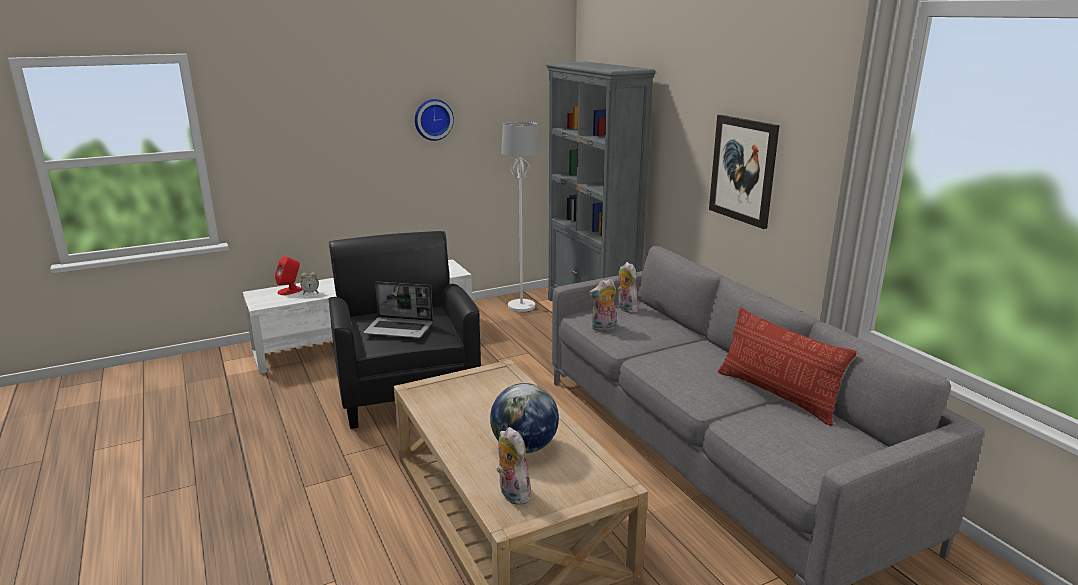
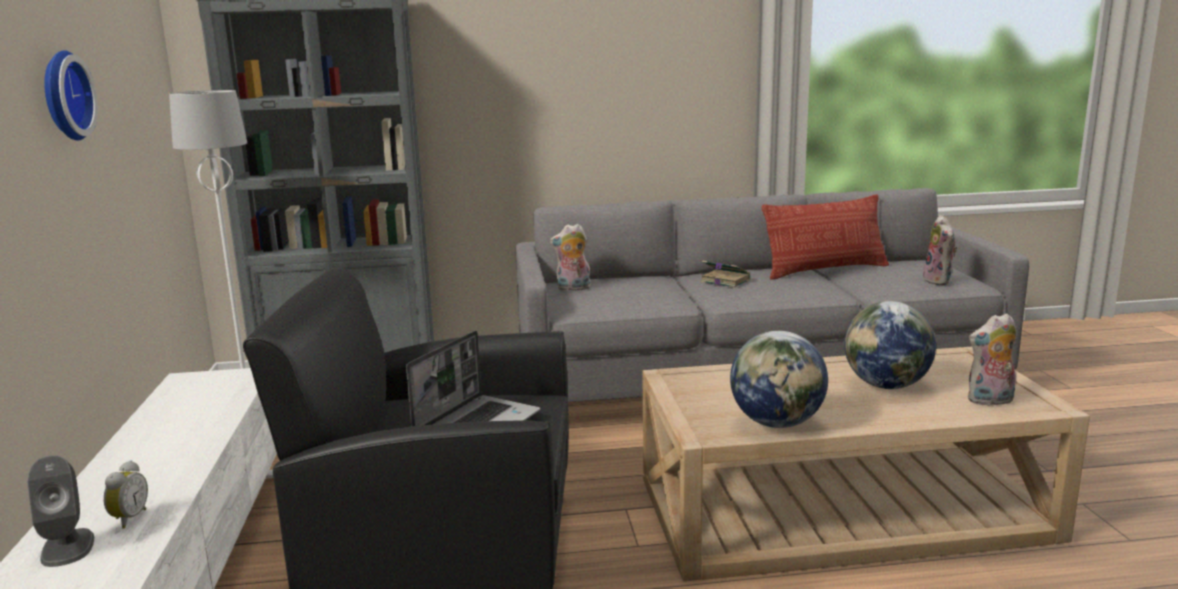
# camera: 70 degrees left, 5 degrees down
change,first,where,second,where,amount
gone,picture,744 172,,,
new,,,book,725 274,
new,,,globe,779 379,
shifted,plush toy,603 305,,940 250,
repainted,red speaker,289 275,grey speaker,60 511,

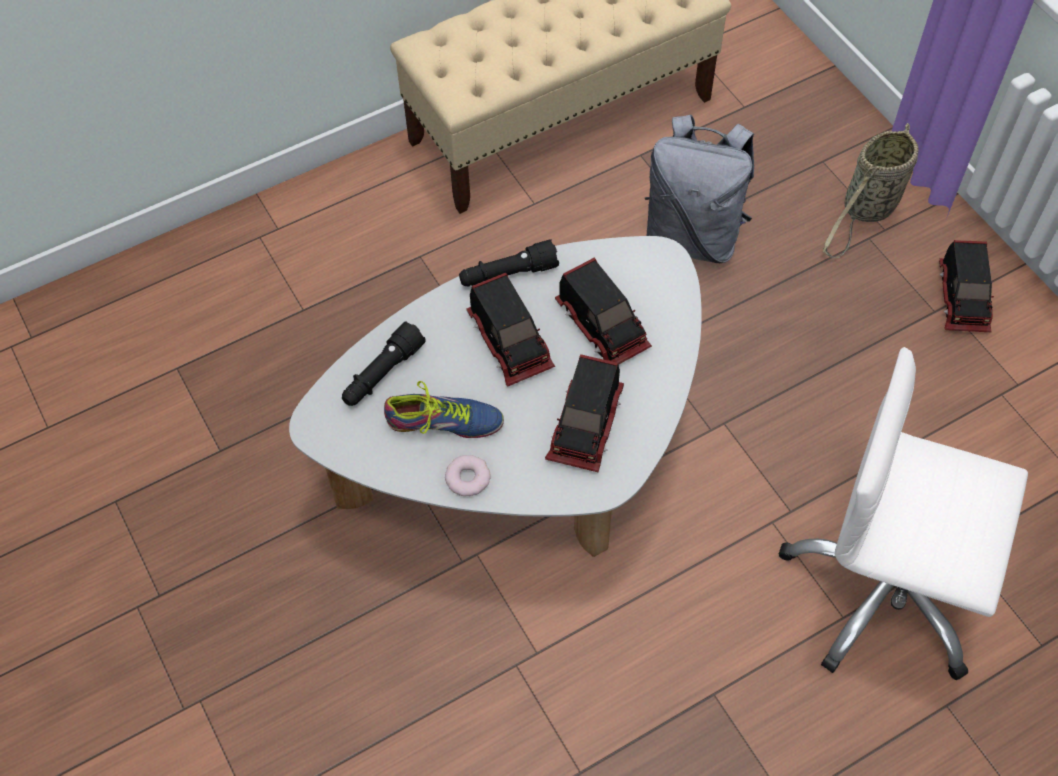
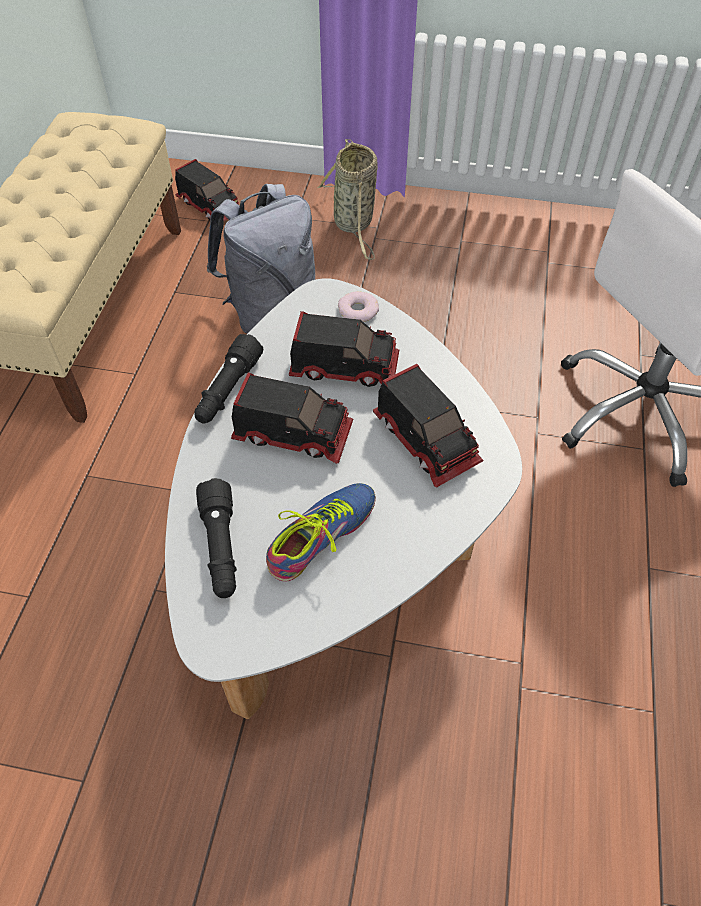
# camera: 50 degrees left, 5 degrees down
change,first,where,second,where,amount
shifted,donut,468 475,,358 306,
shifted,toy truck,966 286,,207 190,

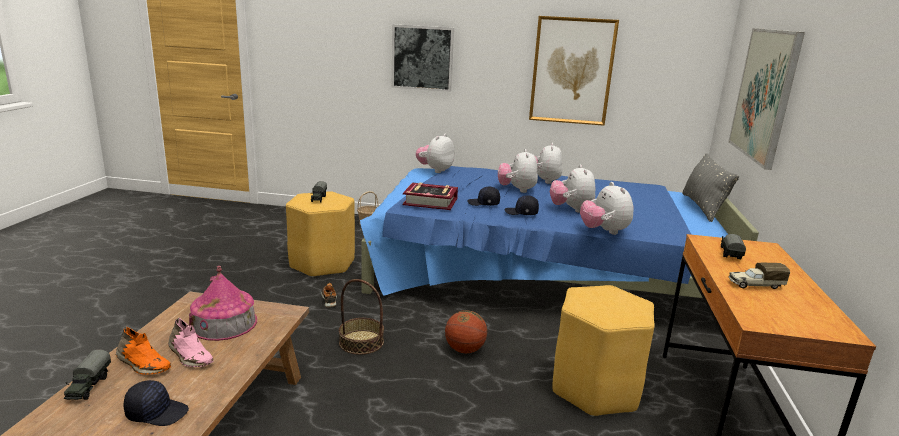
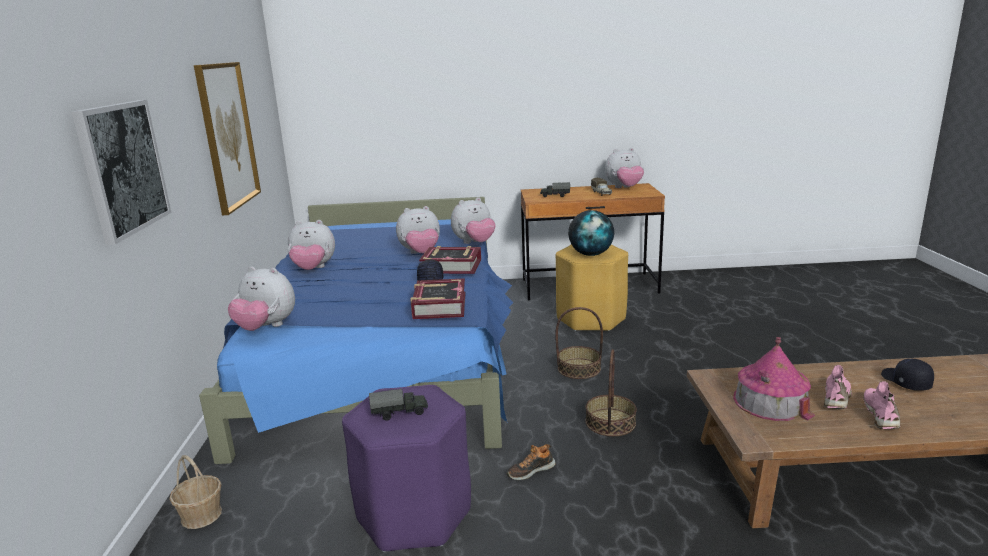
# camera: 100 degrees left, 0 degrees up
change,first,where,second,where,amount
gone,toy truck,87 375,,,
gone,grey pillow,710 187,,,
gone,picture,766 99,,,
new,,,globe,591 233,
shifted,plush toy,518 171,,624 168,
swapped,basketball,466 331,basket,579 343,
swapped,black cap,521 205,book,450 260,
repainted,orange shoe,143 351,pink shoe,882 405,
repainted,yellow stool,320 234,purple stool,406 468,

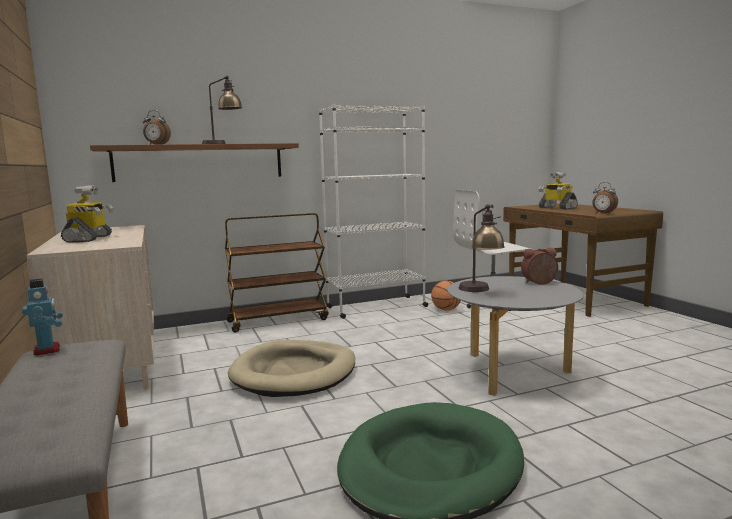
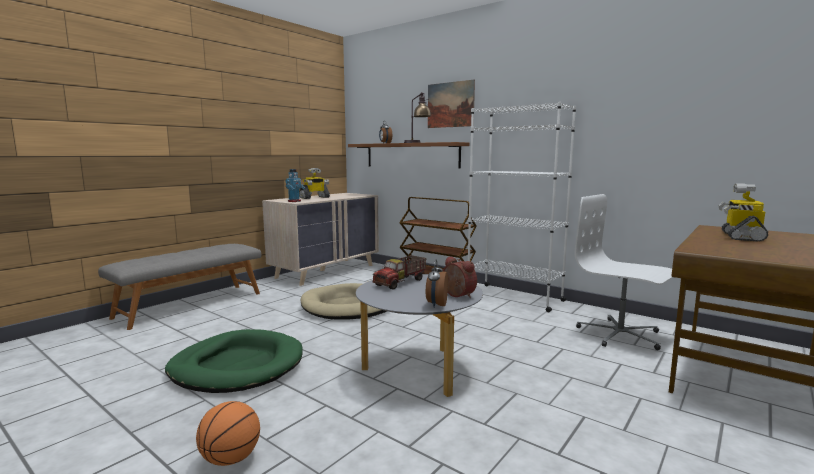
# camera: 60 degrees right, 0 degrees up
change,first,where,second,where,amount
new,,,picture,451 104,
shifted,toy robot,42 317,,296 185,
shifted,basketball,446 296,,228 433,
shifted,alarm clock,605 198,,437 283,
swapped,table lamp,482 248,toy truck,400 272,

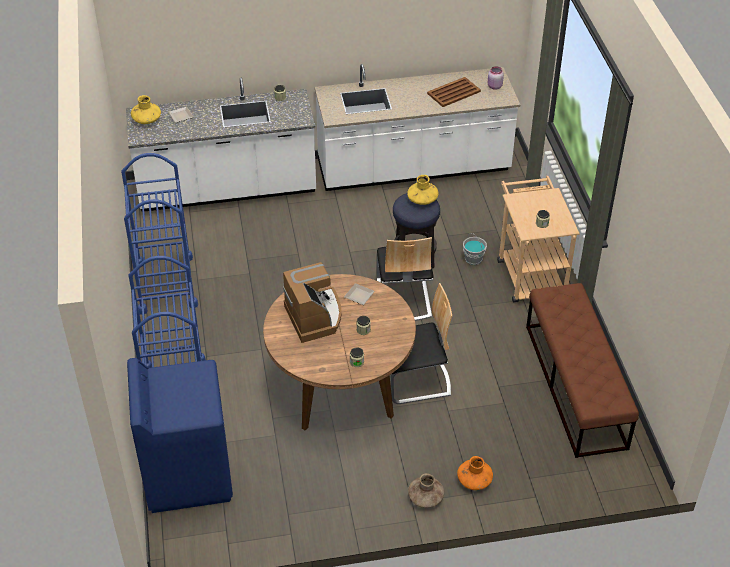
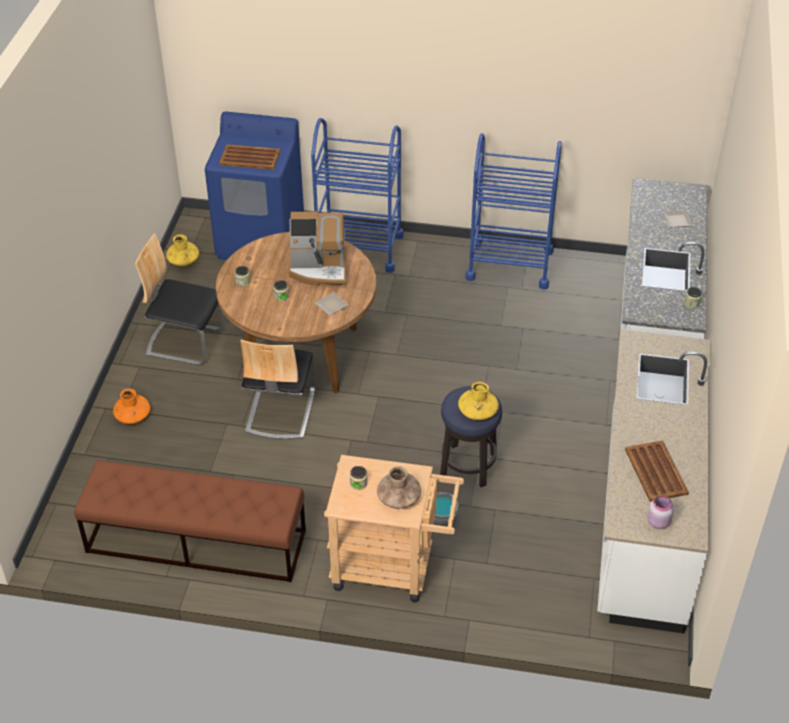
# camera: 110 degrees right, 0 degrees up
change,first,where,second,where,amount
new,,,brown tray,249 157,
shifted,yellow vase,146 109,,182 250,
shifted,chair,405 279,,180 299,
shifted,brown vase,426 490,,399 487,

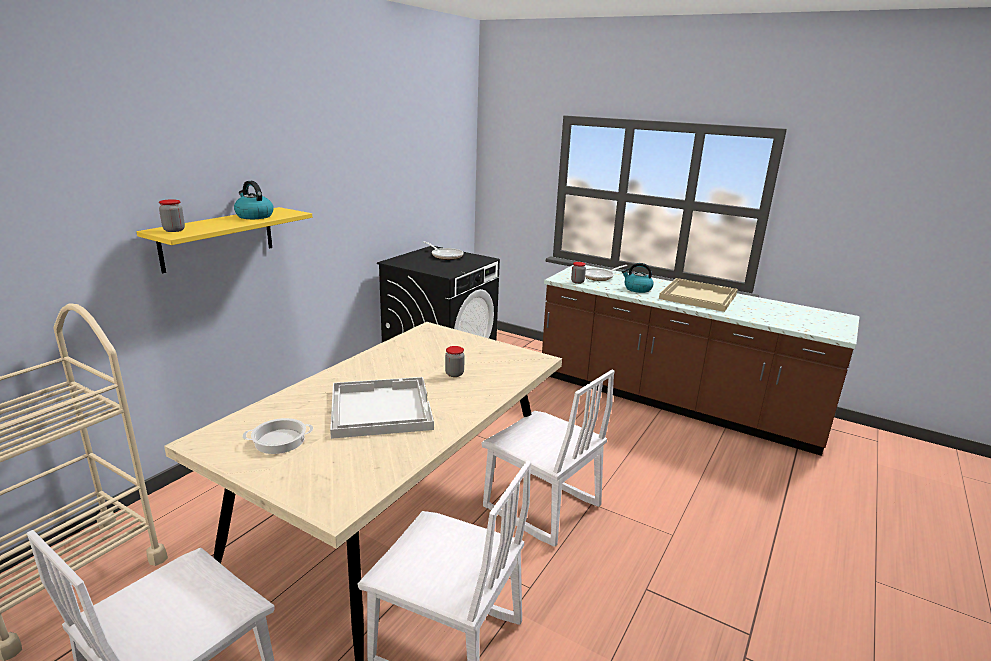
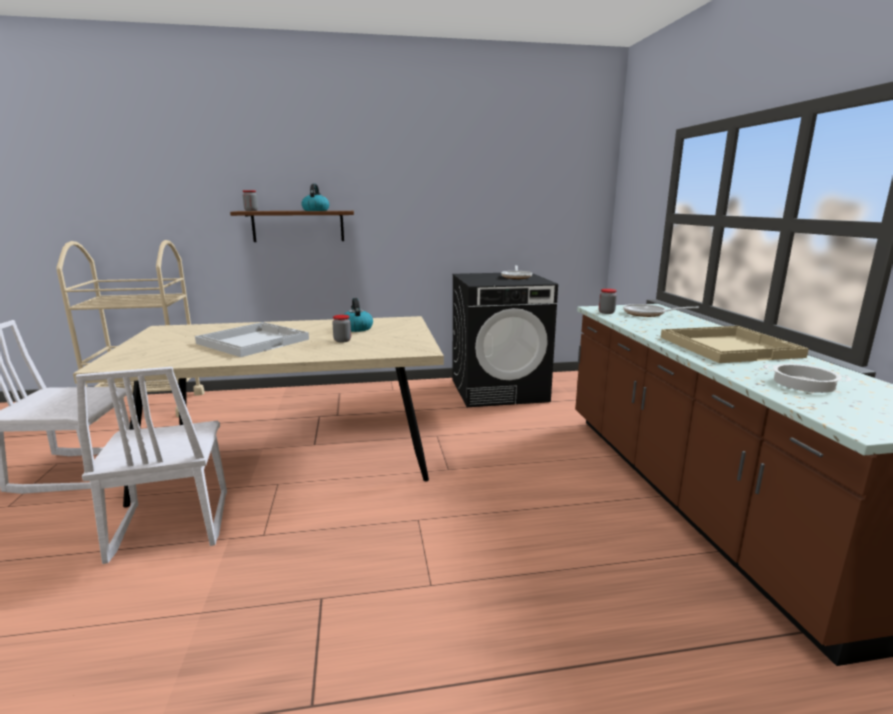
# camera: 50 degrees right, 5 degrees down
change,first,where,second,where,amount
gone,white chair,548 458,,,
shifted,cooking pot,278 436,,807 378,
shifted,kettle,638 278,,358 315,
repainted,yellow shelf,224 240,brown shelf,292 226,

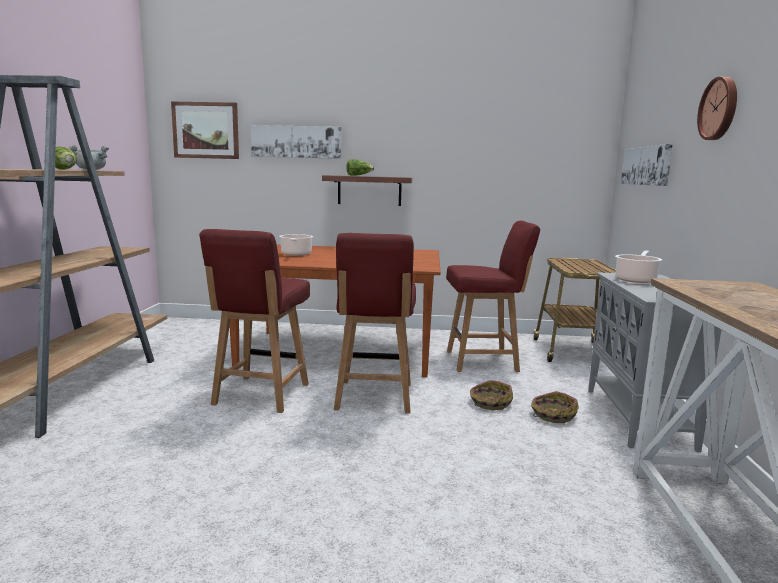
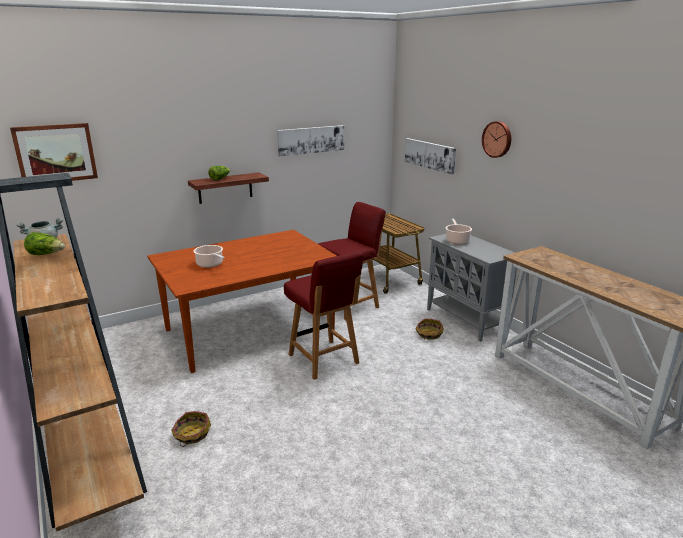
# camera: 35 degrees left, 10 degrees up
change,first,where,second,where,amount
gone,red chair,254 321,,,
shifted,picture,296 142,,310 140,
shifted,basket,491 395,,191 429,

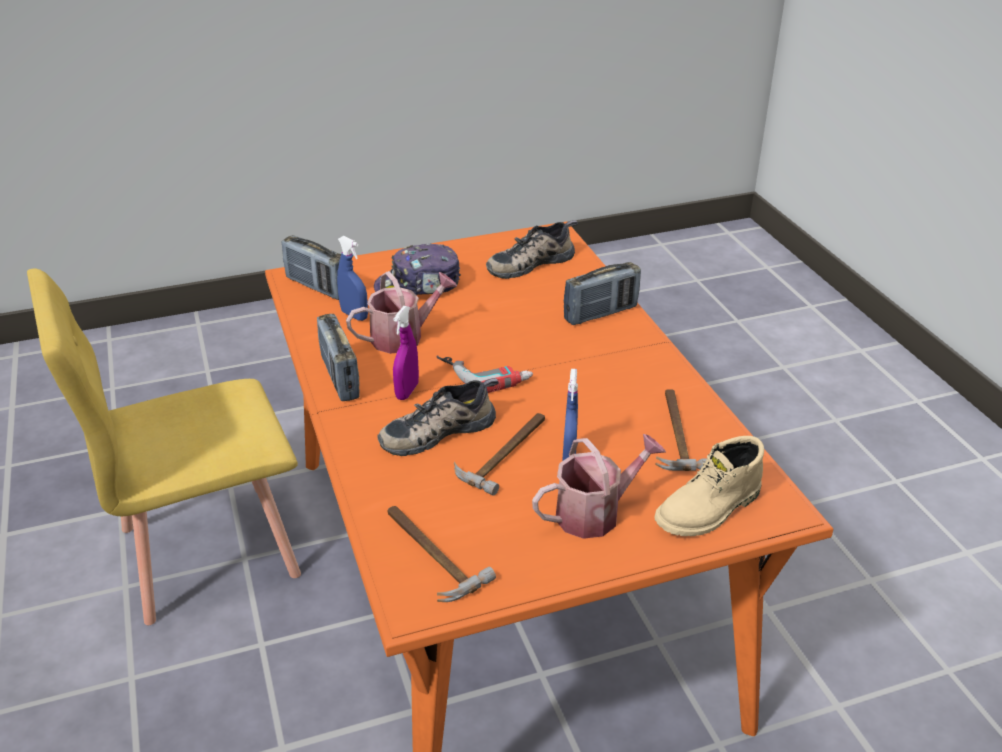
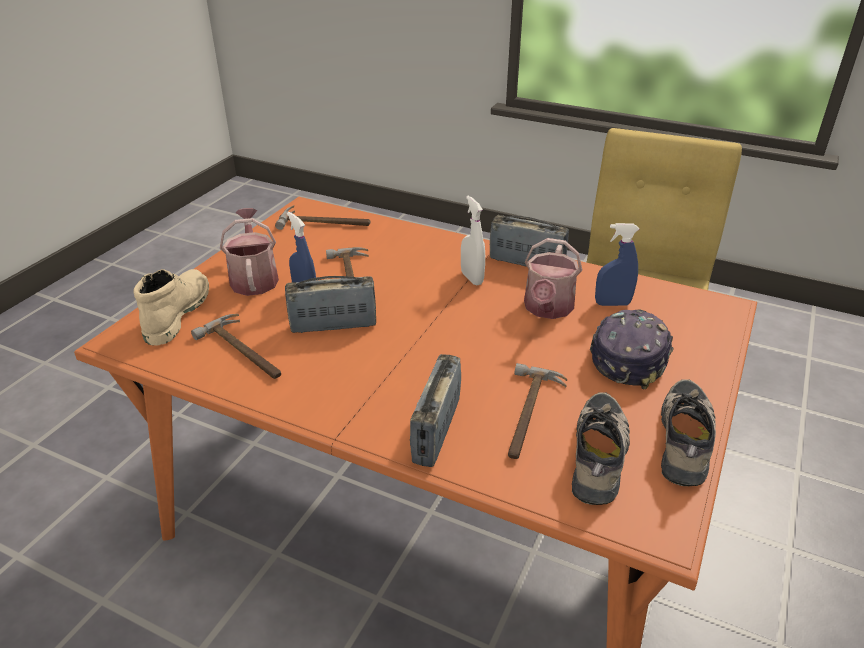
# camera: 135 degrees right, 0 degrees up
change,first,where,second,where,amount
gone,power drill,484 374,,,
new,,,hammer,537 411,
shifted,radio,311 267,,330 304,
shifted,shoe,438 417,,688 432,
repainted,purple spray bottle,406 353,white spray bottle,473 240,
rotated,watering can,599 486,,249 252,150 degrees clockwise

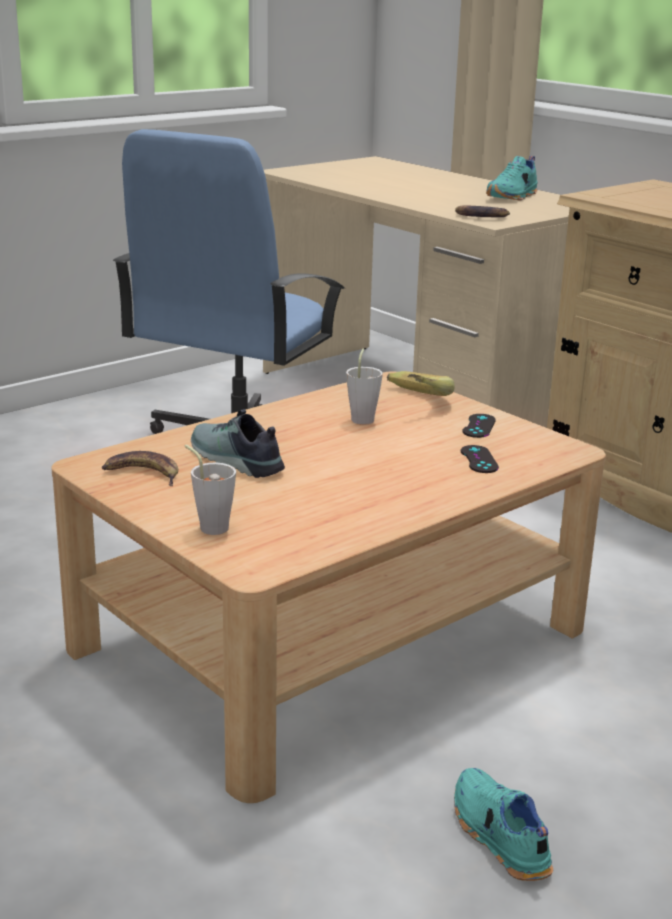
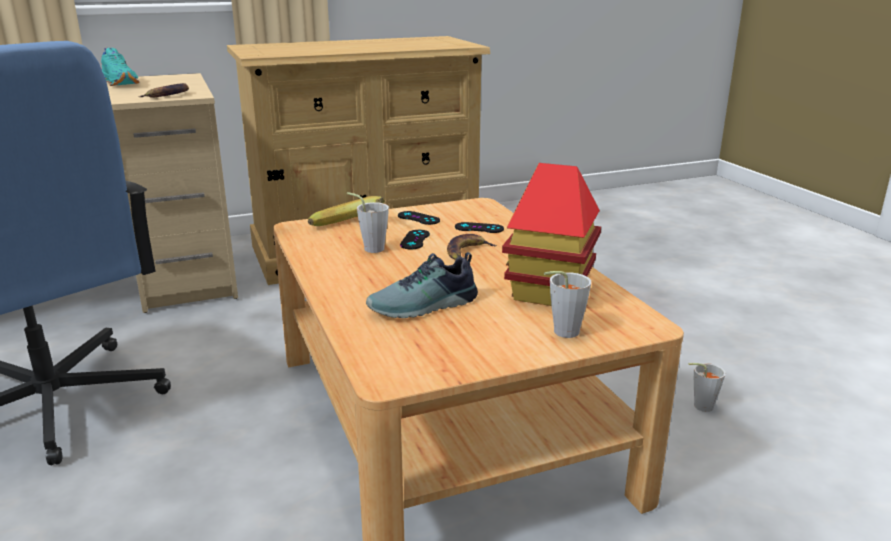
# camera: 70 degrees left, 0 degrees up
change,first,where,second,where,amount
new,,,black game controller,415 239,
new,,,toy house,551 234,
shifted,banana,140 468,,472 246,
swapped,turquoise shoe,503 824,grey cup,707 387,

